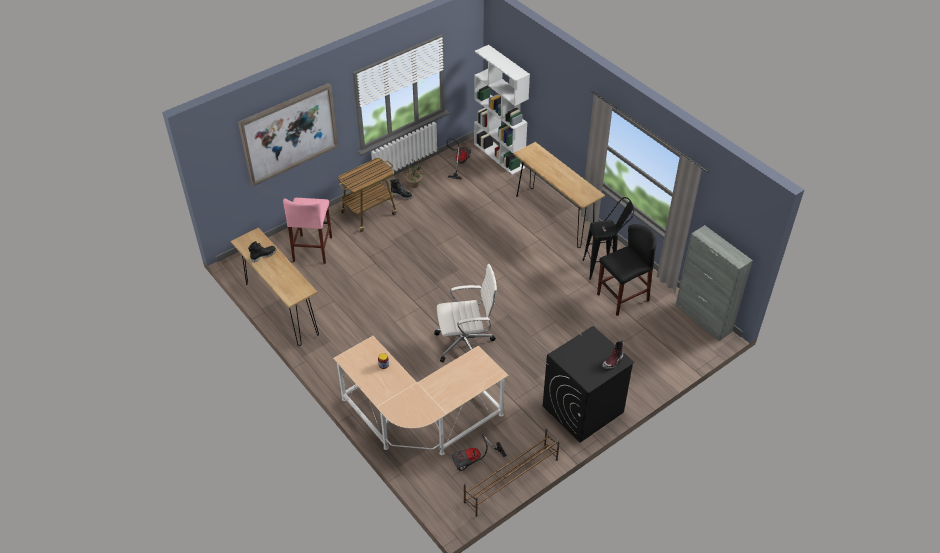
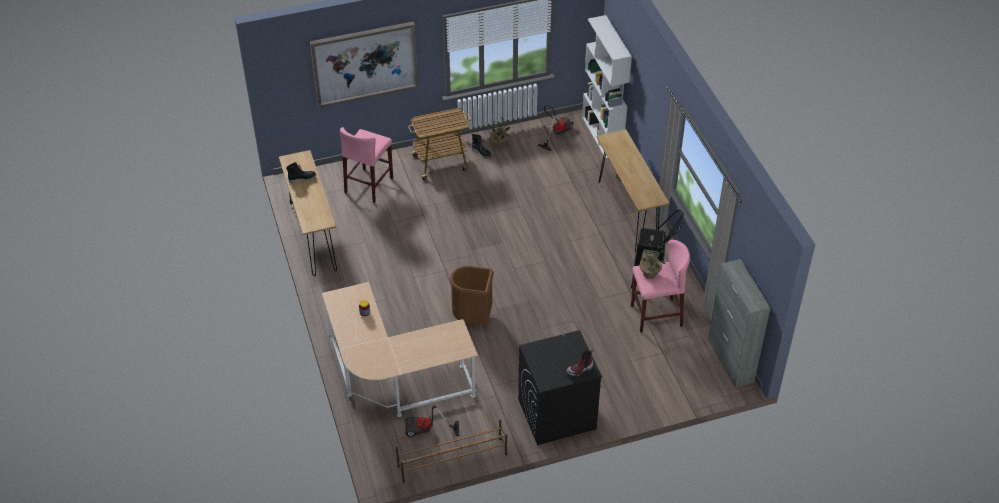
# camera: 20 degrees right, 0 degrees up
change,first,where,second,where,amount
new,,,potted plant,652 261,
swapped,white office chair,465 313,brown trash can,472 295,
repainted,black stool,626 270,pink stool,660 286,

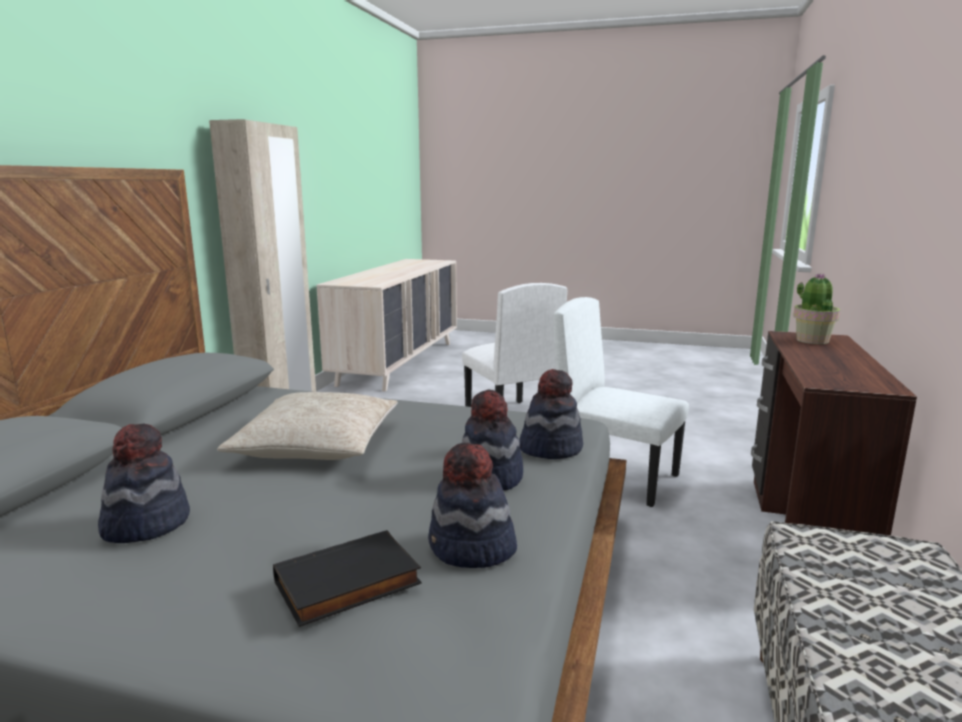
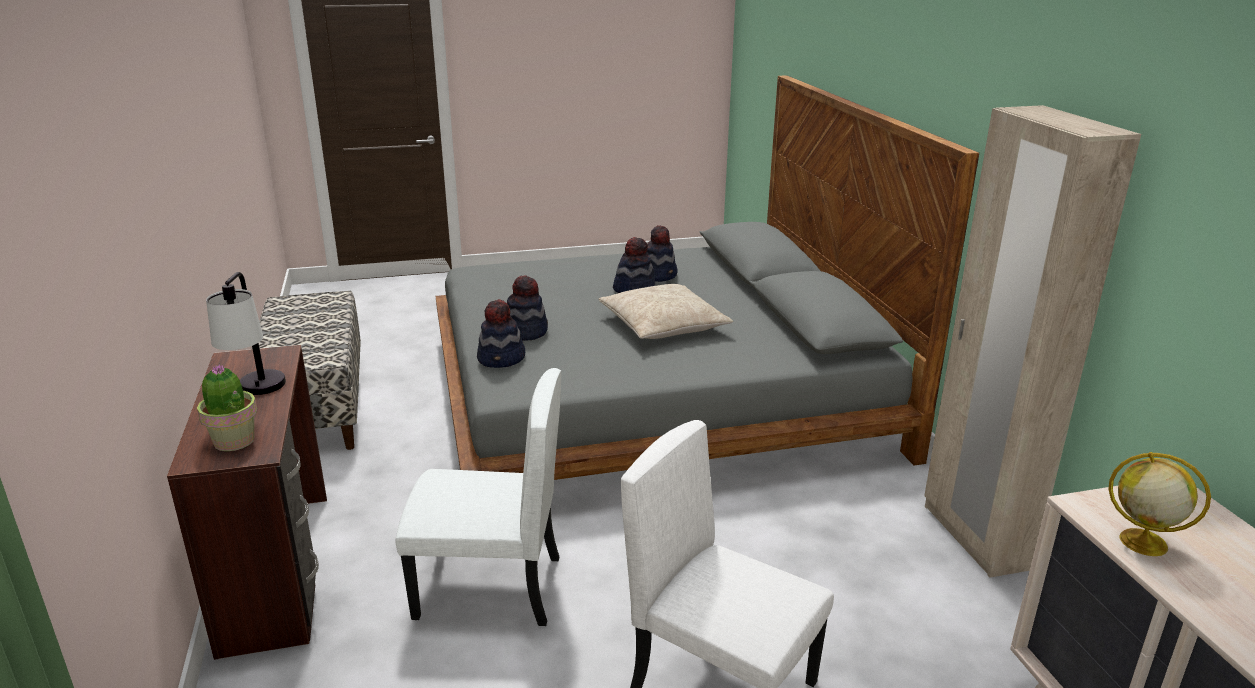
# camera: 150 degrees right, 10 degrees up
change,first,where,second,where,amount
gone,black book,347 578,,,
new,,,table lamp,246 333,
new,,,globe,1160 504,
shifted,hat,472 505,,634 265,

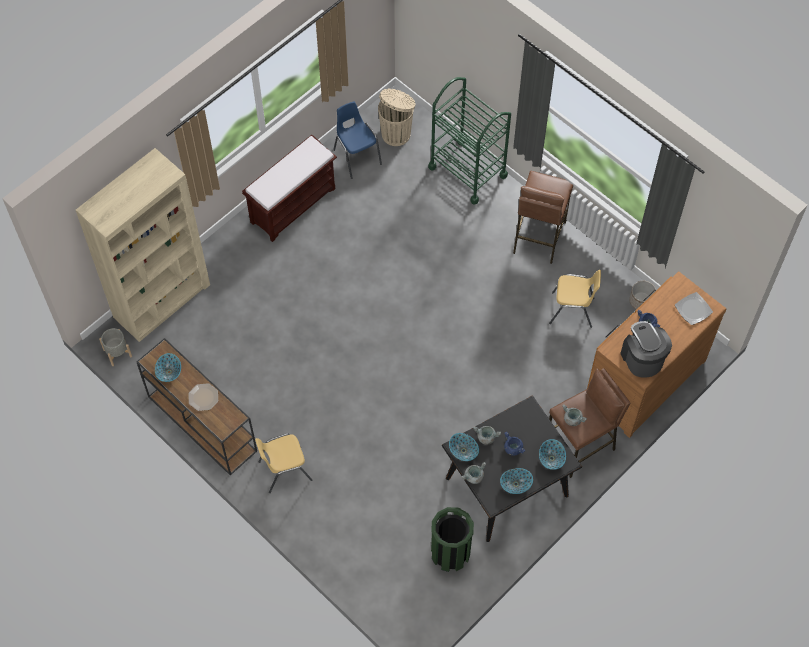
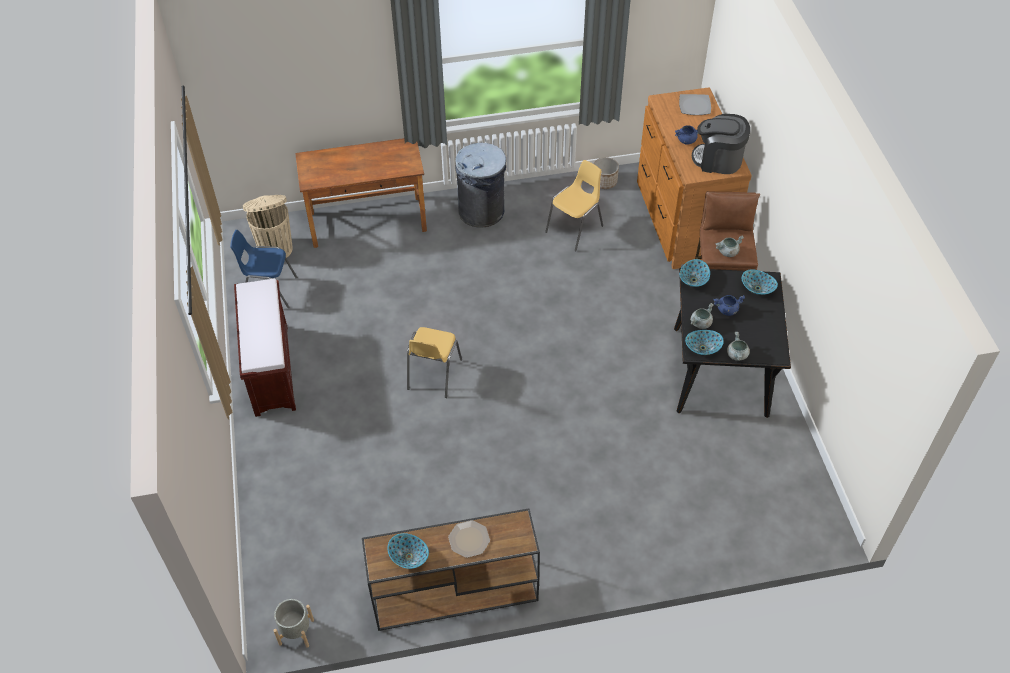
# camera: 55 degrees left, 10 degrees down
change,first,where,second,where,amount
gone,beige bookcase,143 245,,,
gone,green trash can,452 539,,,
shifted,yellow chair,283 463,,434 362,
shifted,bowl,516 481,,695 273,
swapped,green cart,469 141,brown desk,361 193,
swapped,brown stool,543 217,grey trash can,480 185,

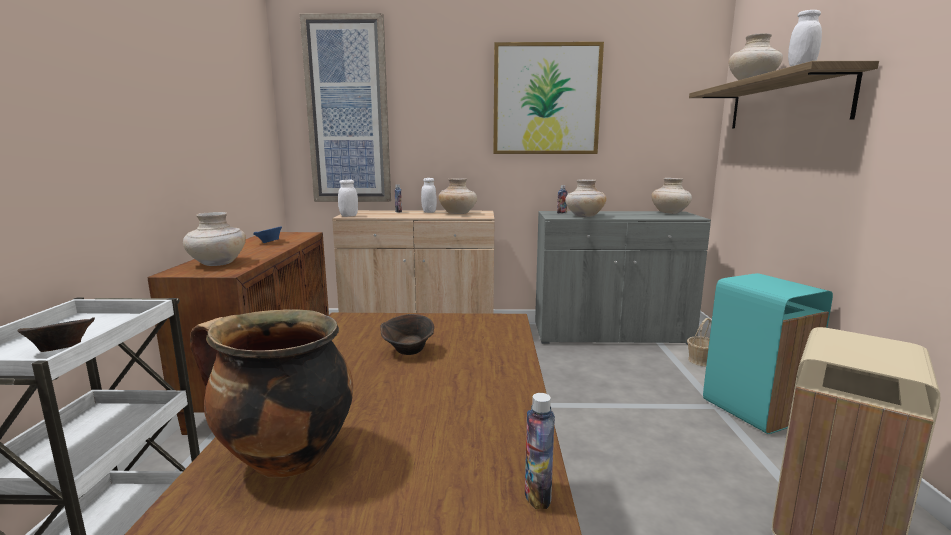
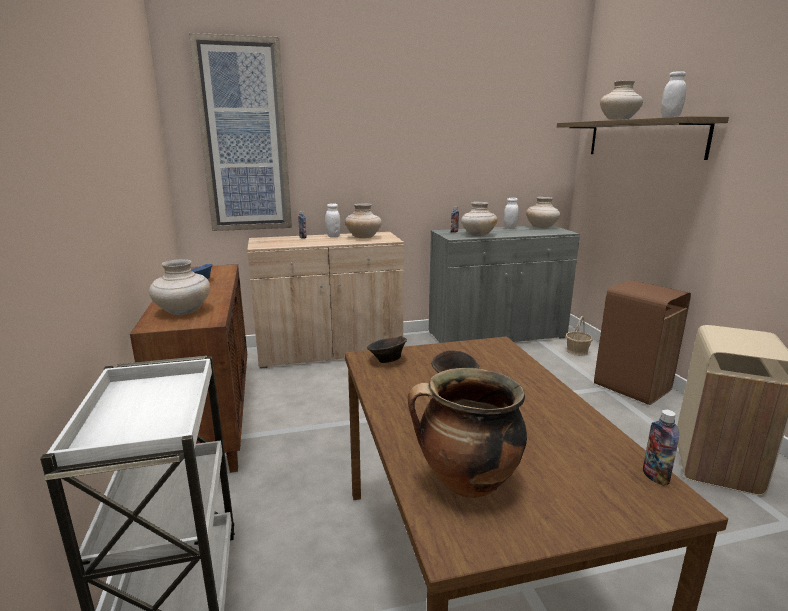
# camera: 15 degrees left, 5 degrees up
change,first,where,second,where,amount
gone,picture,548 98,,,
shifted,brown bowl,56 334,,387 349,
shifted,white jar,348 198,,511 213,
repainted,turquoise trash can,768 353,brown trash can,642 342,

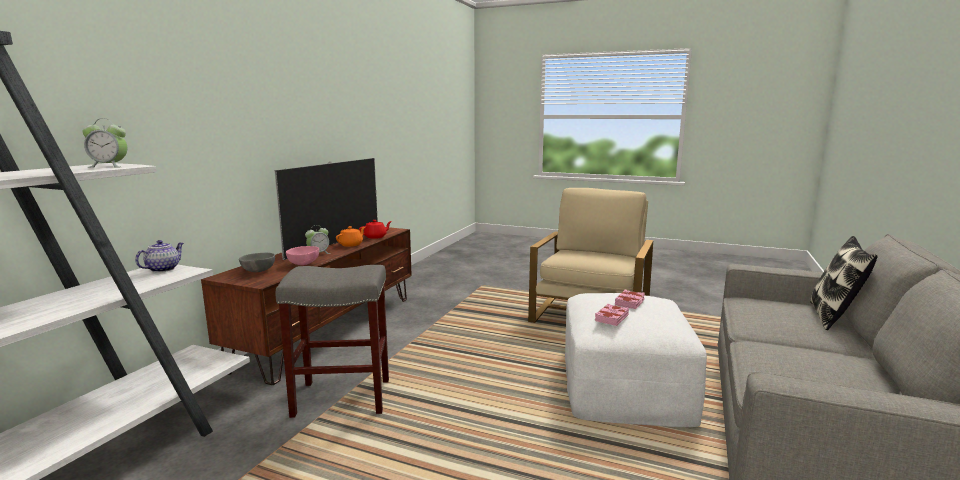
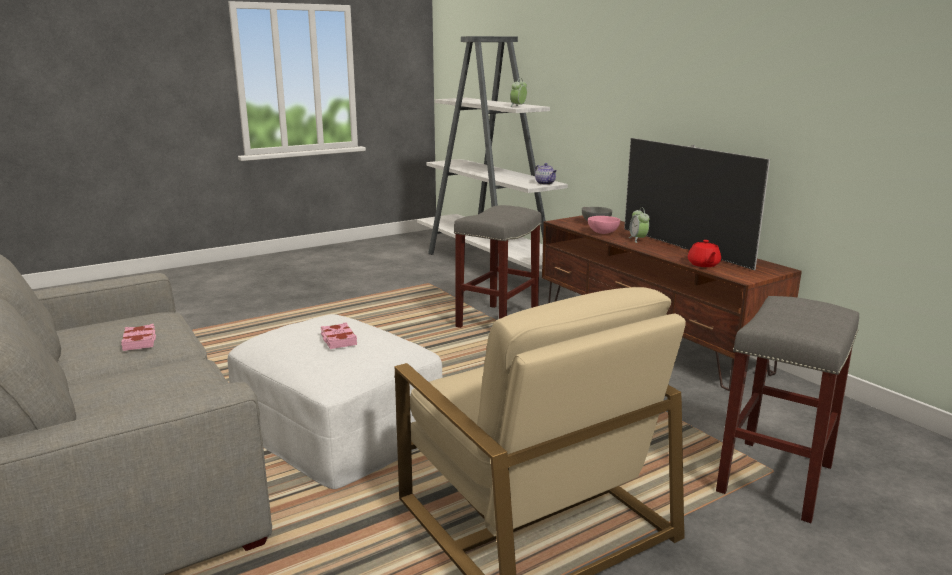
# camera: 125 degrees right, 5 degrees up
change,first,where,second,where,amount
gone,orange teapot,350 236,,,
gone,pillow,844 283,,,
new,,,grey stool,787 409,
shifted,pink book,612 315,,138 337,

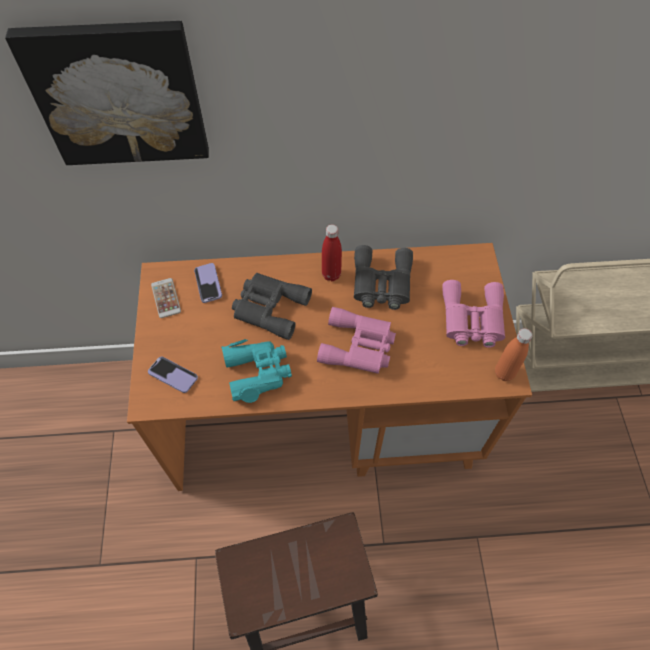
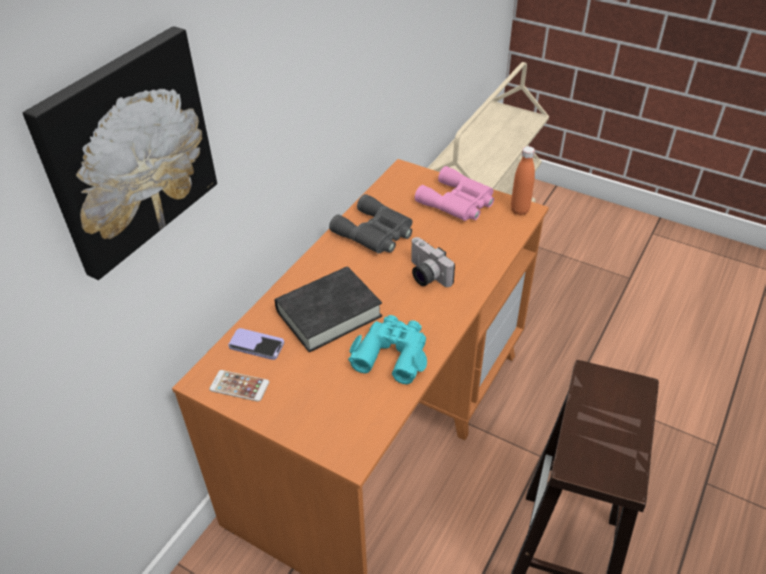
# camera: 55 degrees left, 15 degrees down
change,first,where,second,where,amount
gone,phone,173 375,,,
gone,red bottle,332 252,,,
swapped,grey binoculars,272 306,black book,328 309,
swapped,pink binoculars,356 340,photo camera,433 262,

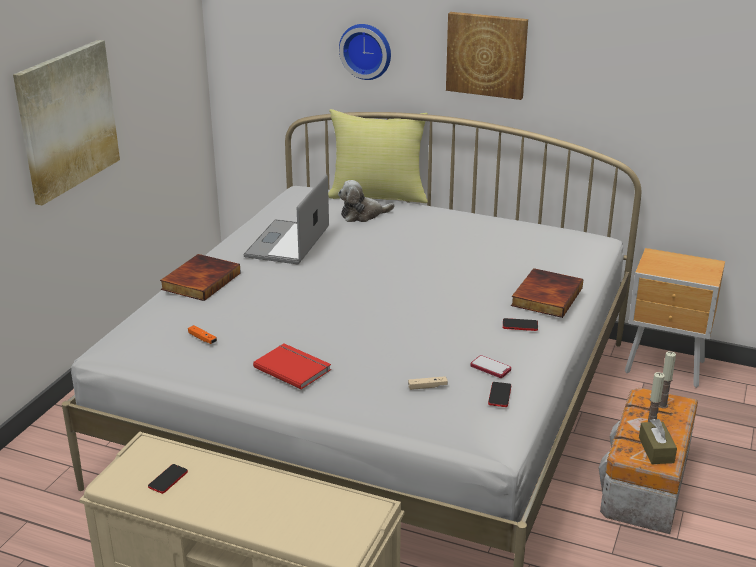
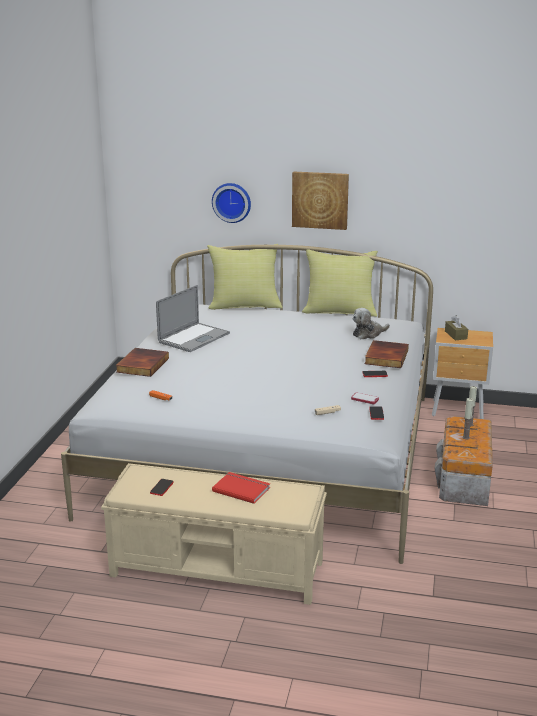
# camera: 10 degrees left, 5 degrees down
change,first,where,second,where,amount
gone,picture,66 122,,,
new,,,yellow pillow,340 283,
shifted,red book,292 366,,241 488,
shifted,plush toy,366 201,,371 323,
shifted,brown tissue box,658 441,,456 327,
rotated,laptop,286 219,,193 318,150 degrees counterclockwise

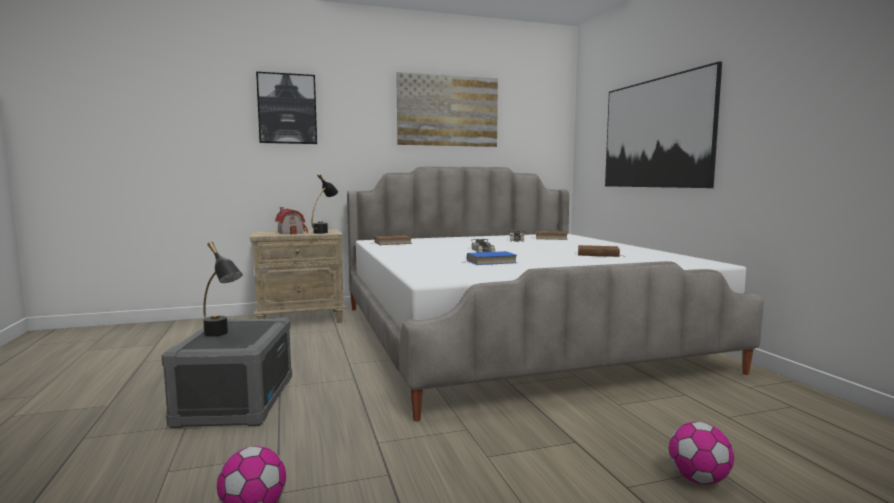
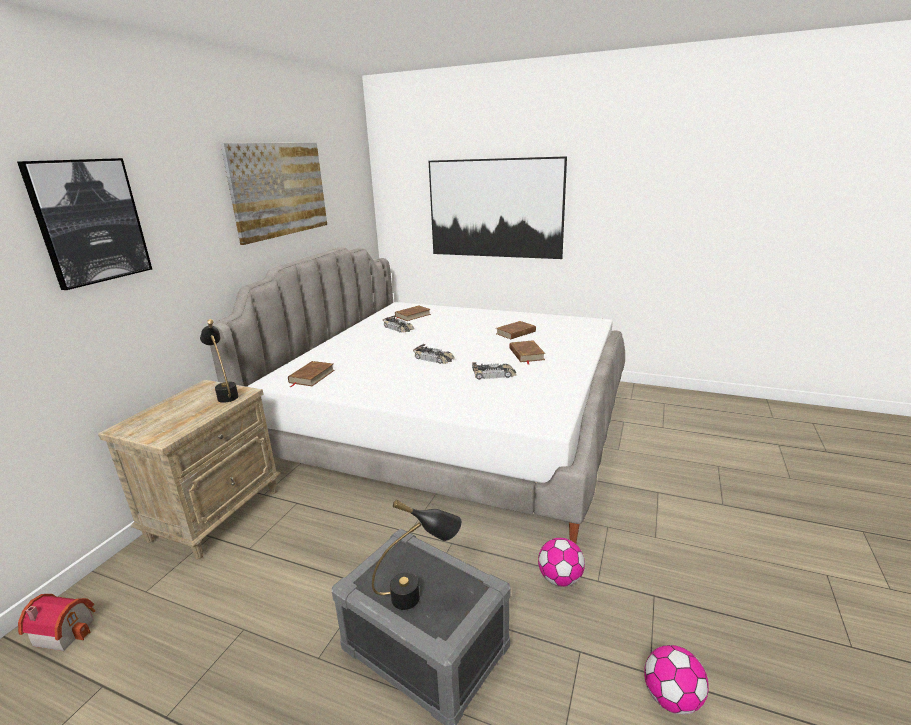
# camera: 50 degrees left, 15 degrees up
change,first,where,second,where,amount
new,,,brown book,527 352,
shifted,toy house,291 220,,56 622,
shifted,football,701 453,,561 562,
swapped,blue book,492 258,toy car,494 371,

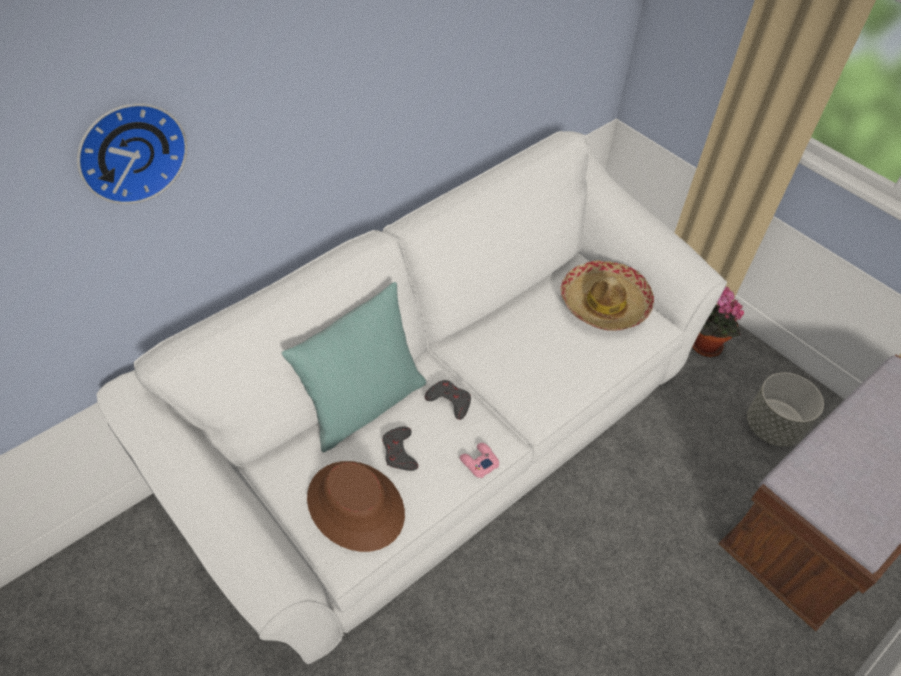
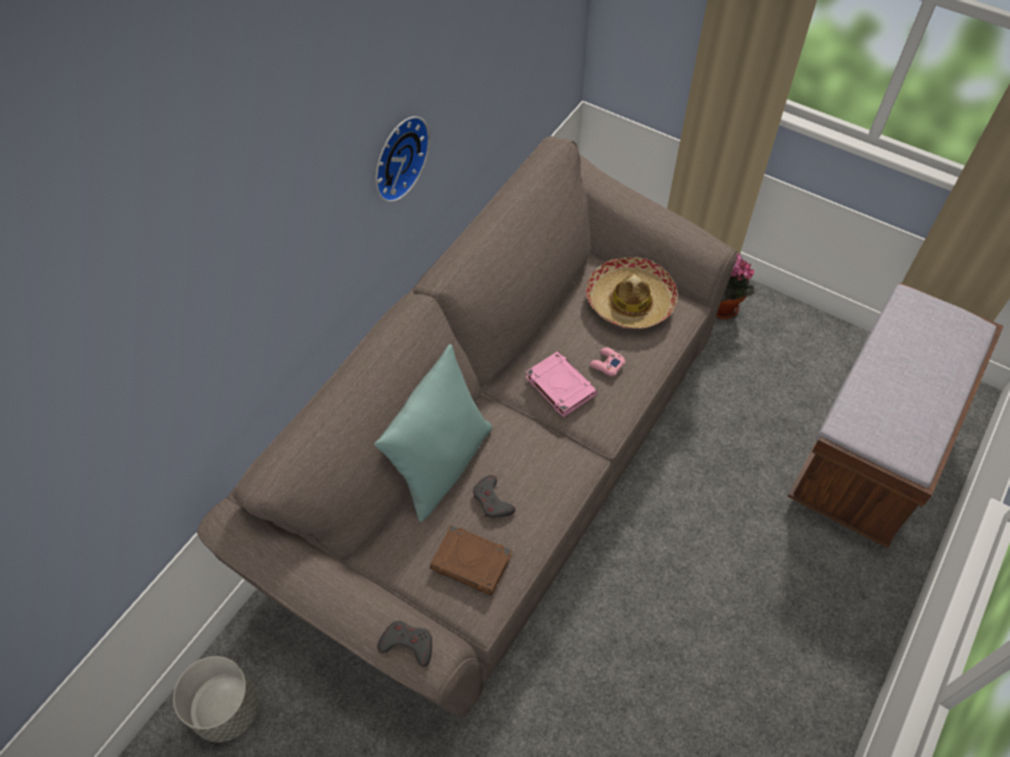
# camera: 15 degrees left, 5 degrees up
change,first,where,second,where,amount
new,,,pink book,561 384,
shifted,wall clock,132 153,,402 159,
shifted,grey game controller,448 400,,404 644,
shifted,pink game controller,479 460,,607 361,
shifted,grey planter,785 410,,216 699,
swapped,brown hat,356 506,brown book,471 560,
repainted,white sofa,412 397,brown sofa,467 427,

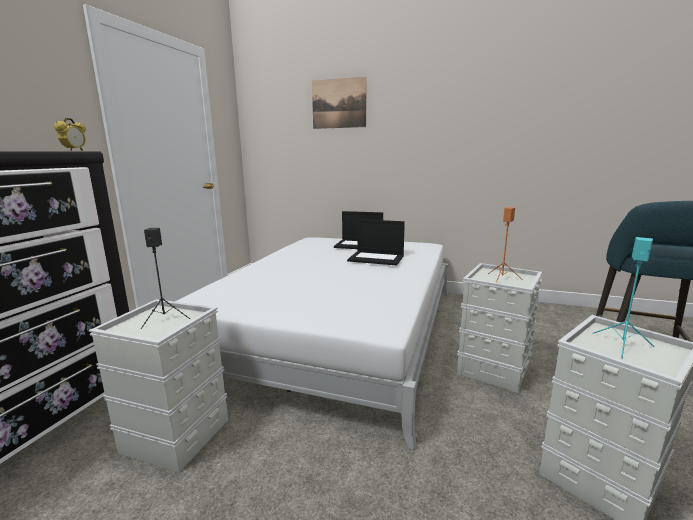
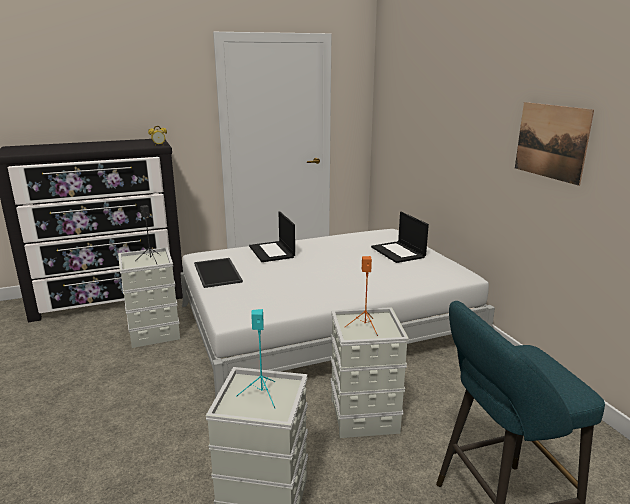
# camera: 50 degrees right, 5 degrees up
change,first,where,second,where,amount
new,,,tray,218 273,
shifted,picture,339 103,,554 144,
shifted,laptop,376 242,,272 237,

